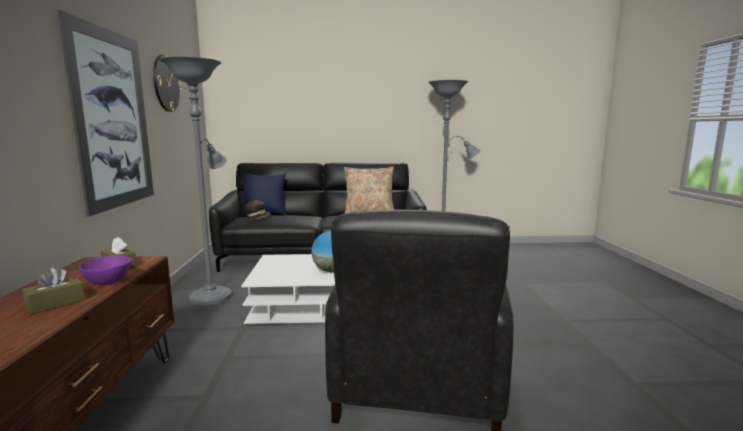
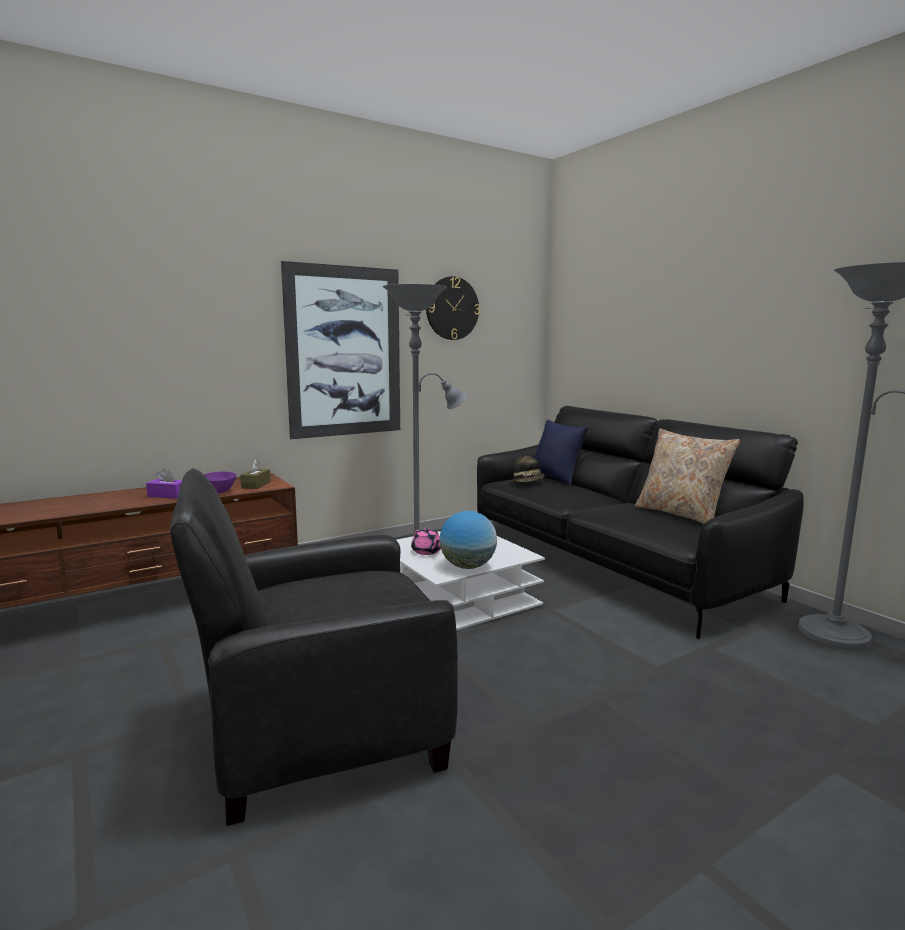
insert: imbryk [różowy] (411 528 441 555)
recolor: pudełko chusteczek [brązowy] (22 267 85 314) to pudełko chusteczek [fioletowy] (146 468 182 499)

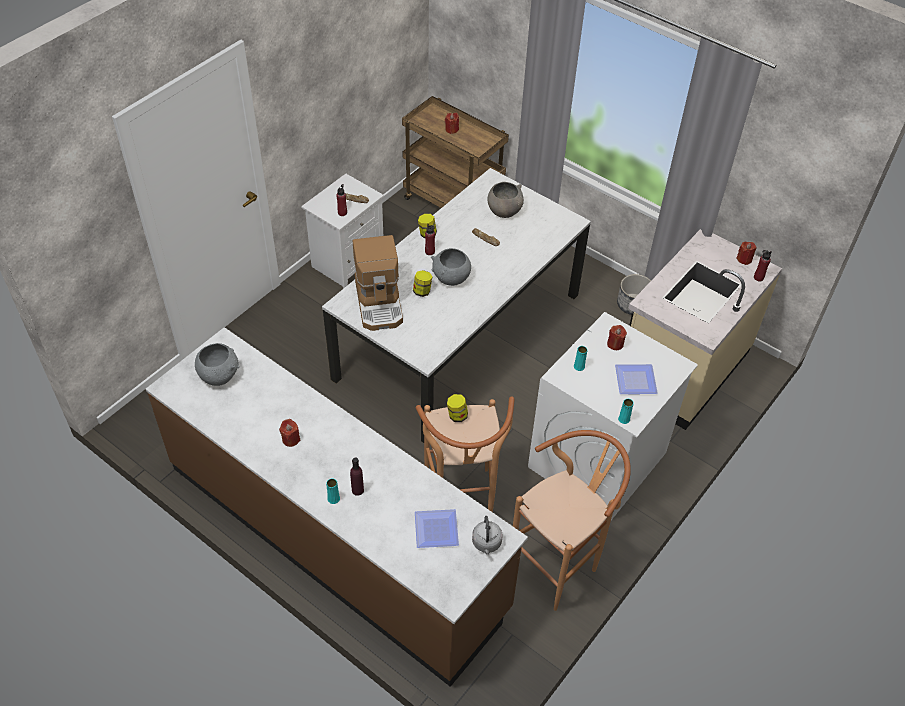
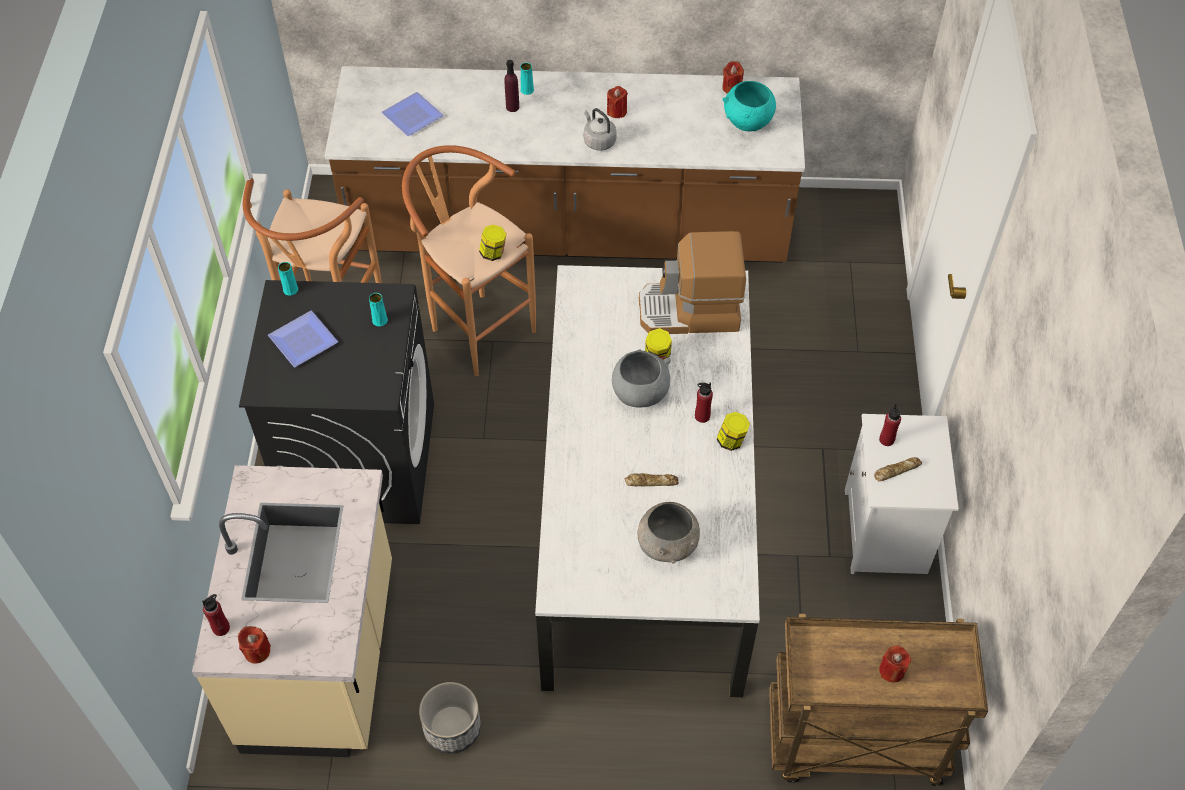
move: czajnik [szary] (472 516 503 554) to (584 108 617 151); świeca [czerwony] (607 325 627 350) to (722 61 744 94)
recolor: miska [szary] (195 343 239 386) to miska [turkusowy] (722 81 776 131); pralka [biały] (528 312 698 520) to pralka [czarny] (239 280 434 524)
rotate: ekspres do kawy (353 235 403 331) = (639 231 746 334) 45 degrees counterclockwise

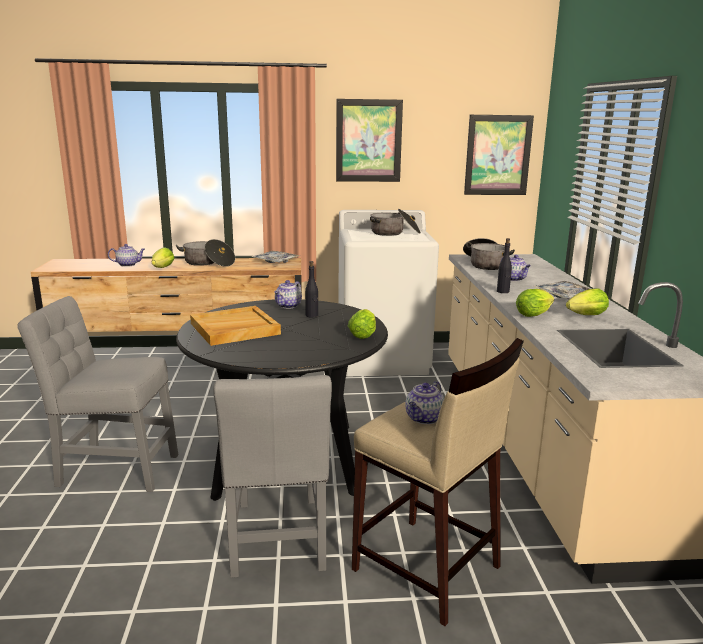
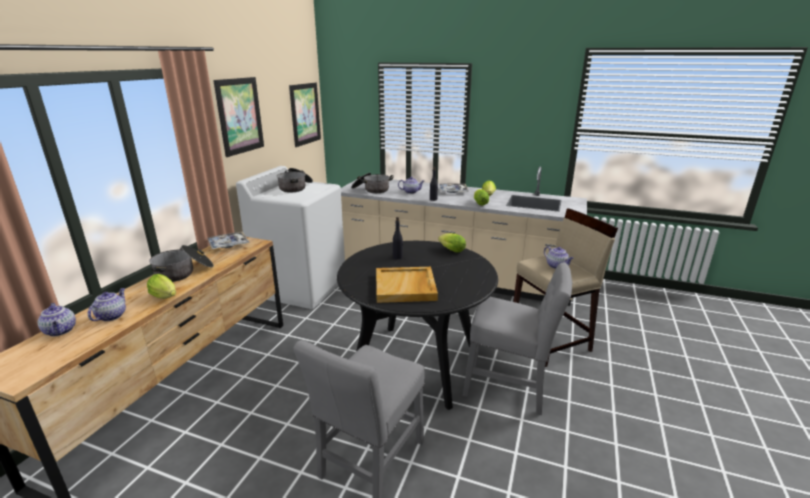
move: imbryk (274 280 302 308) to (38 303 76 336)

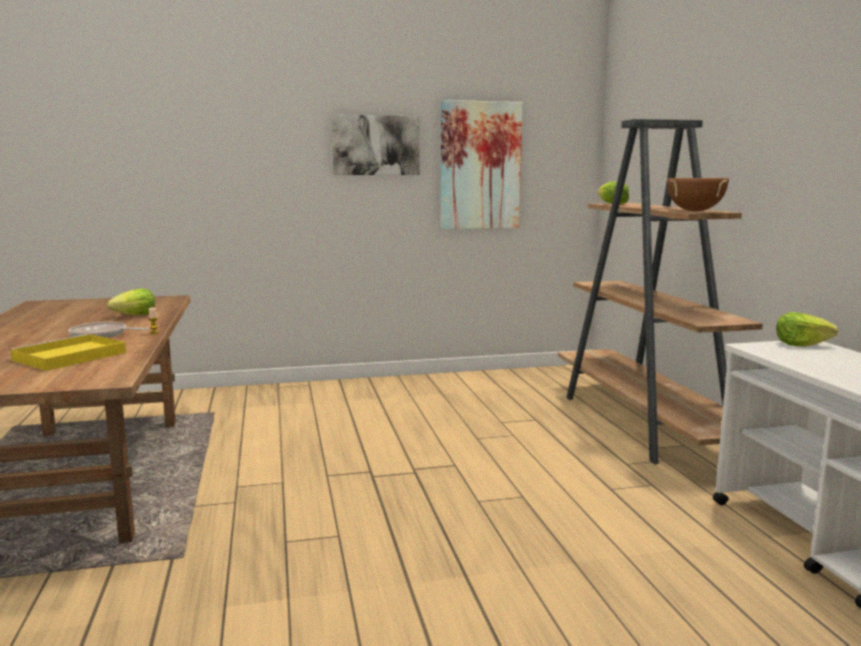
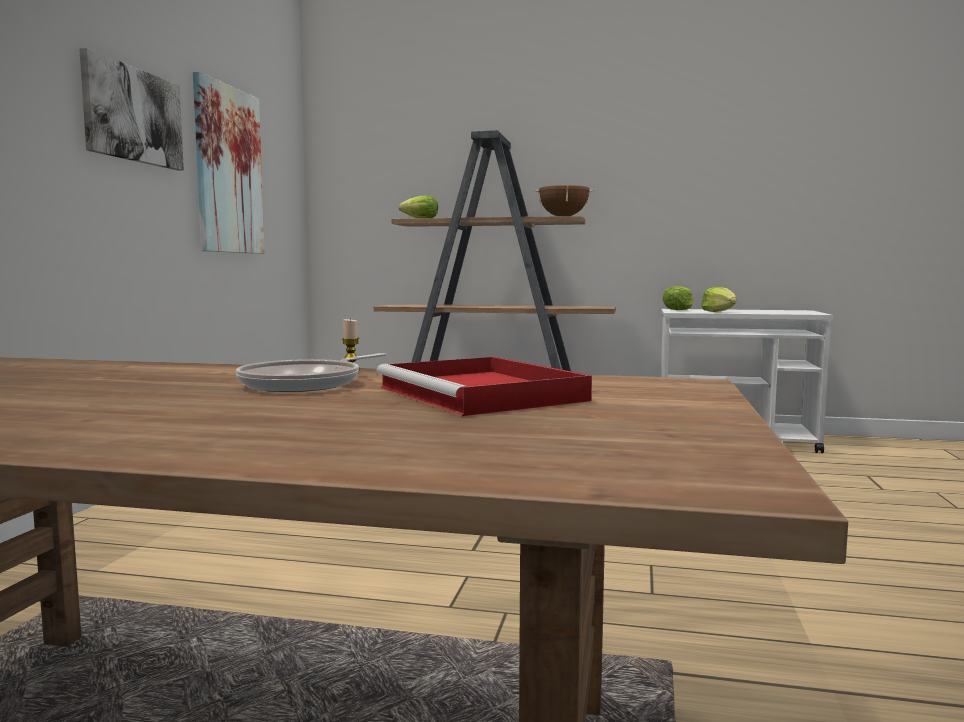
move: sałata (107 288 155 315) to (701 287 737 312)
recolor: taca [żółty] (9 334 126 371) to taca [czerwony] (376 357 592 416)

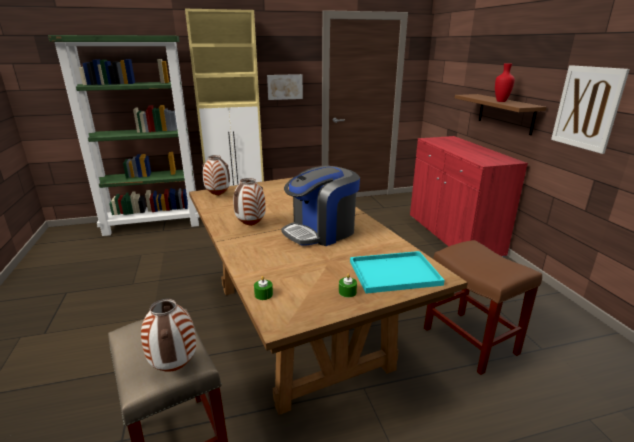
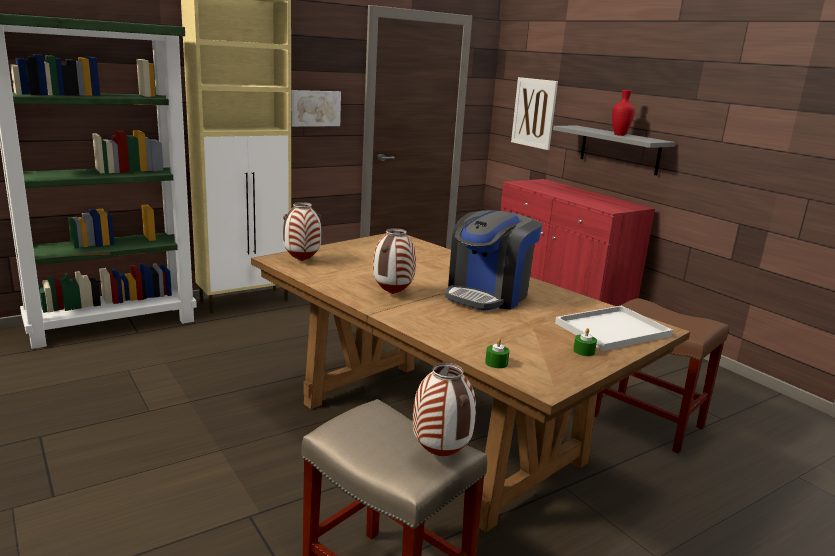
move: obraz (551 65 630 154) to (511 77 558 150)
recolor: taca [turkusowy] (350 251 445 294) to taca [biały] (555 306 673 351); półka [brązowy] (455 94 547 135) to półka [szary] (553 126 675 175)

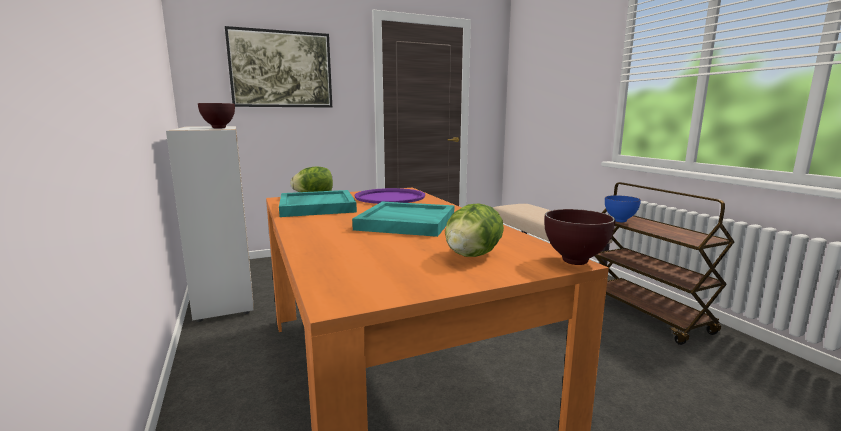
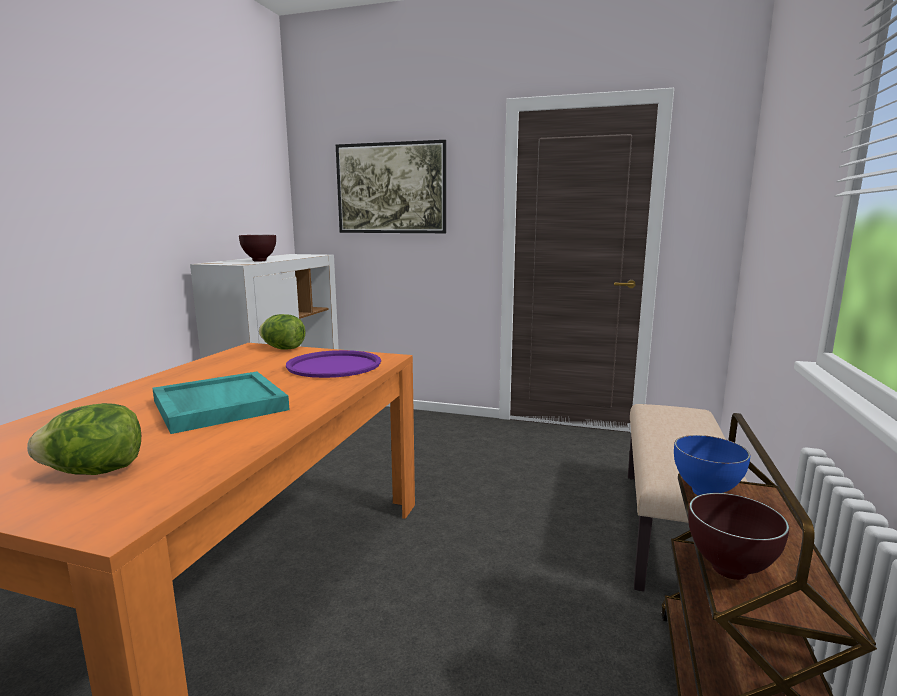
delete: taca [turkusowy] (279 190 357 217)
move: miska [brązowy] (544 209 615 265) to (688 493 789 580)

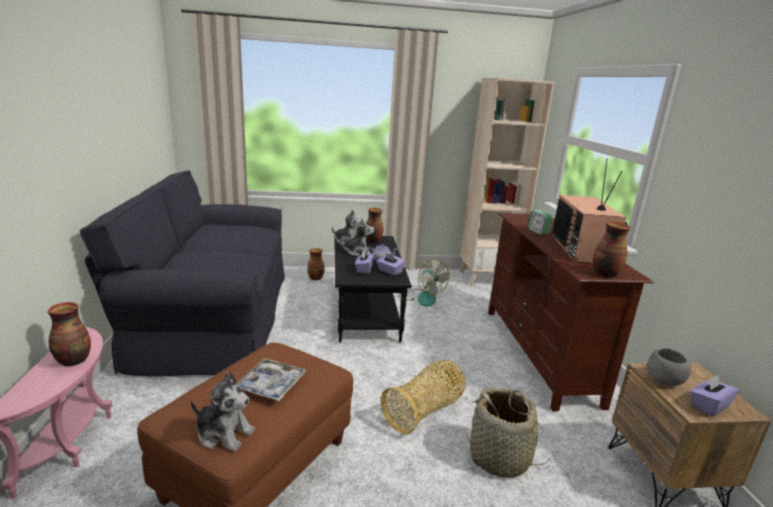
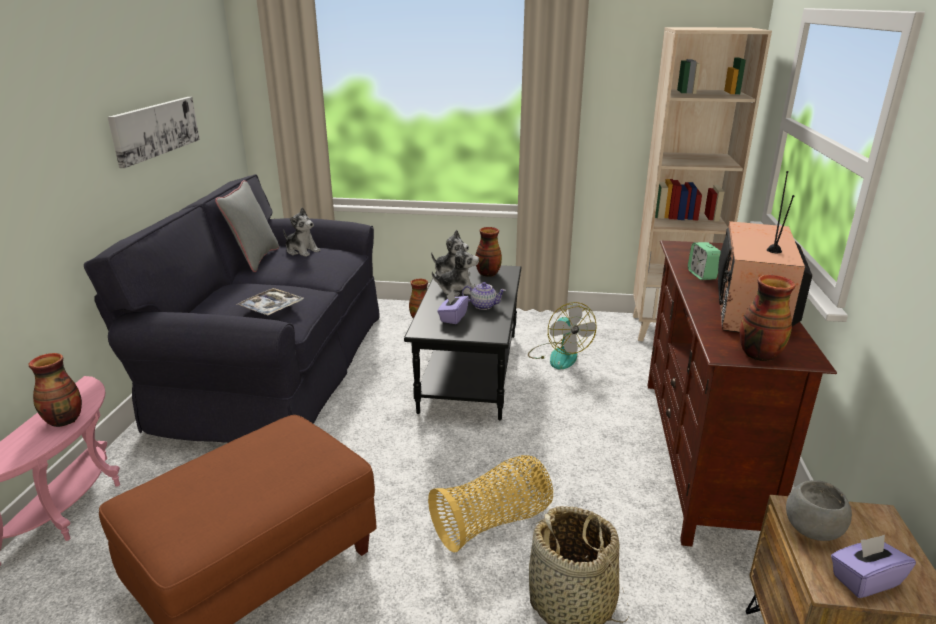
delete: pudełko chusteczek [fioletowy] (377 253 405 276)
insert: obraz (108 97 200 168); poduszka [szary] (215 180 279 272)
move: pluszak (190 372 255 451) to (283 207 320 257); taca (237 358 306 401) to (236 288 304 316)

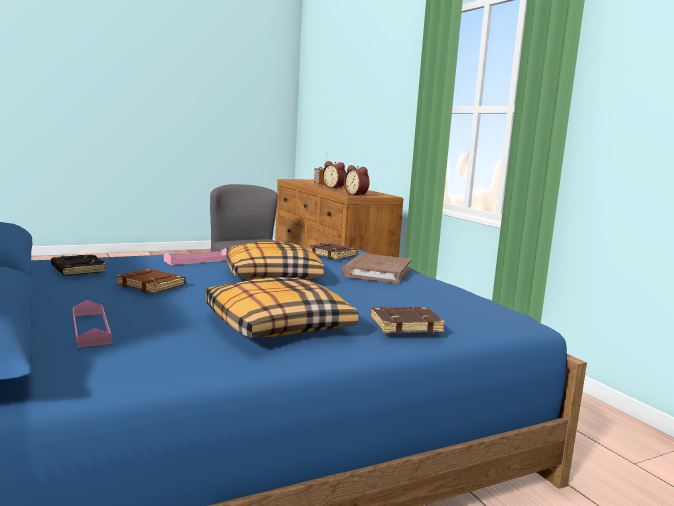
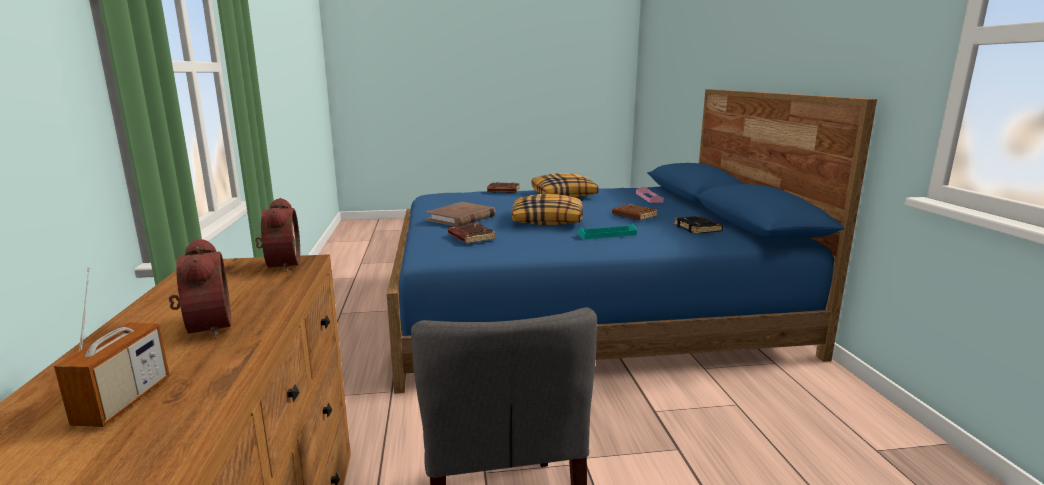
recolor: taca [różowy] (164 248 227 265) to taca [turkusowy] (578 224 637 240)

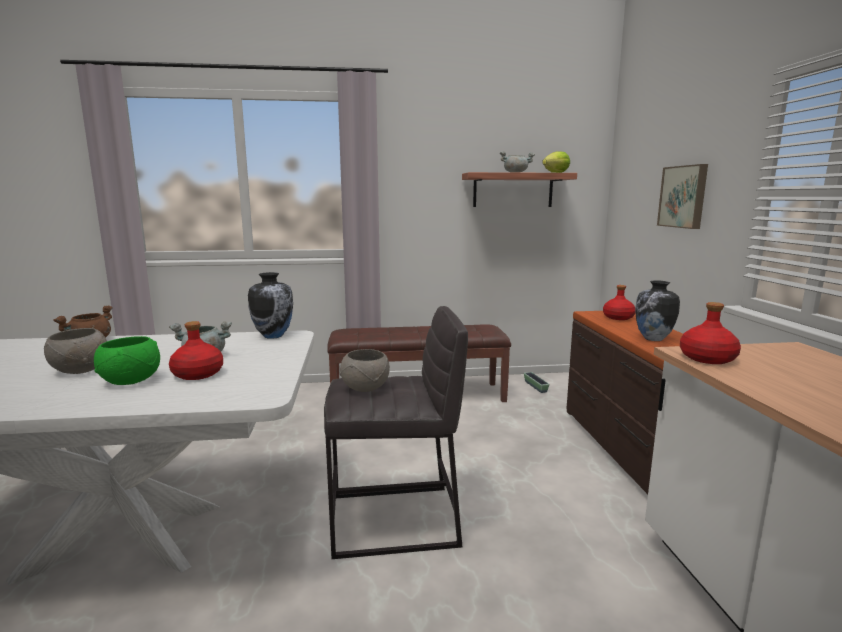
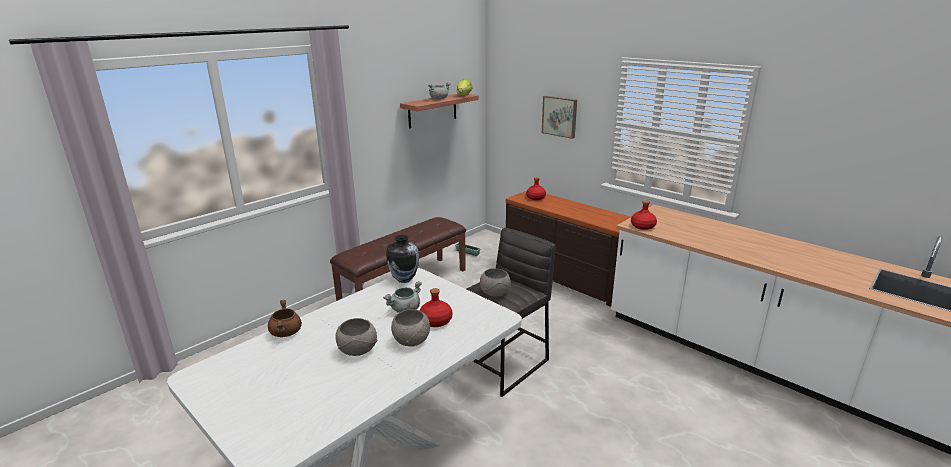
delete: wazon (635 280 680 341)
recolor: miska [zielony] (94 336 160 385) to miska [szary] (391 309 430 347)

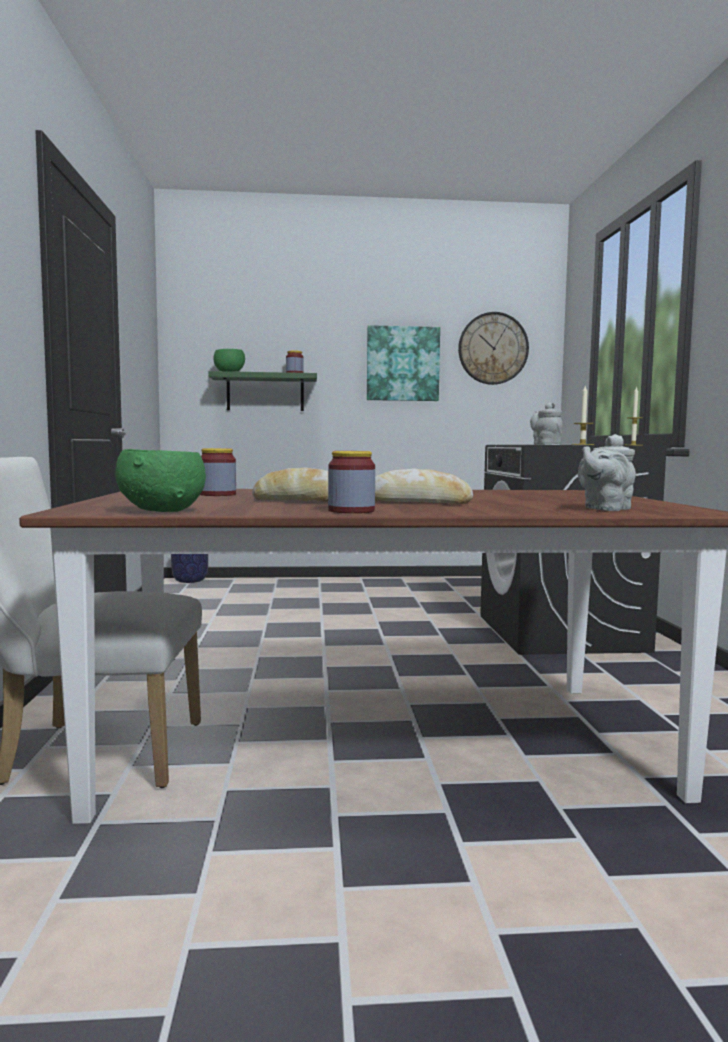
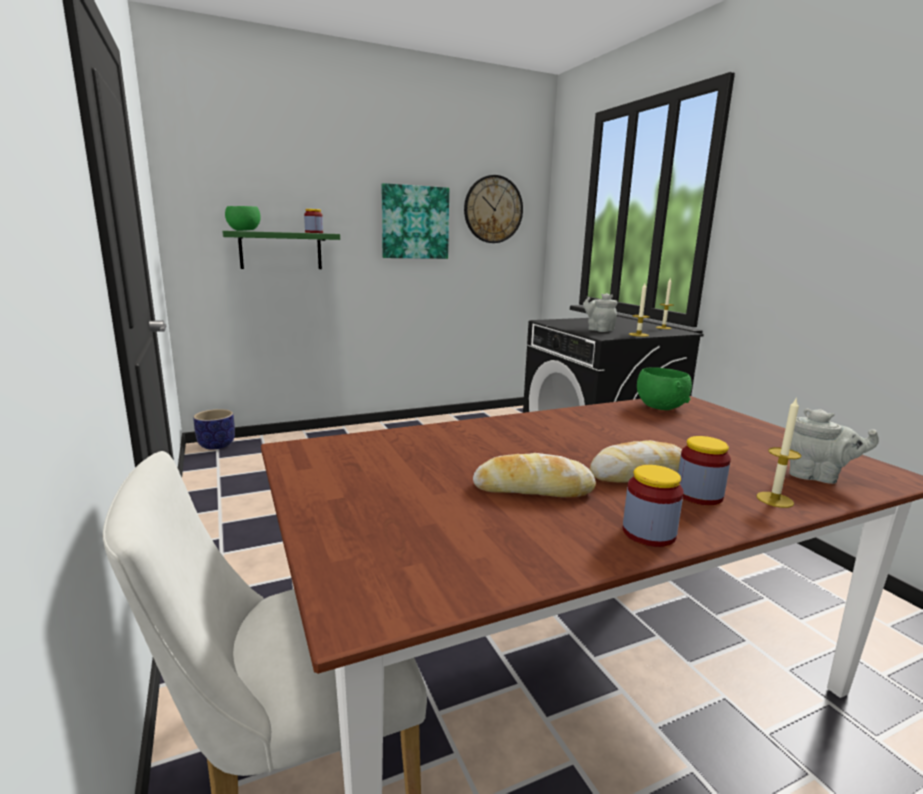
insert: świeca (756 397 802 508)
move: miska [zielony] (115 449 206 512) to (637 367 692 410); słoik (200 448 236 496) to (678 436 731 505)
rotate: imbryk [szary] (578 434 636 511) = (789 409 879 484) 90 degrees counterclockwise

